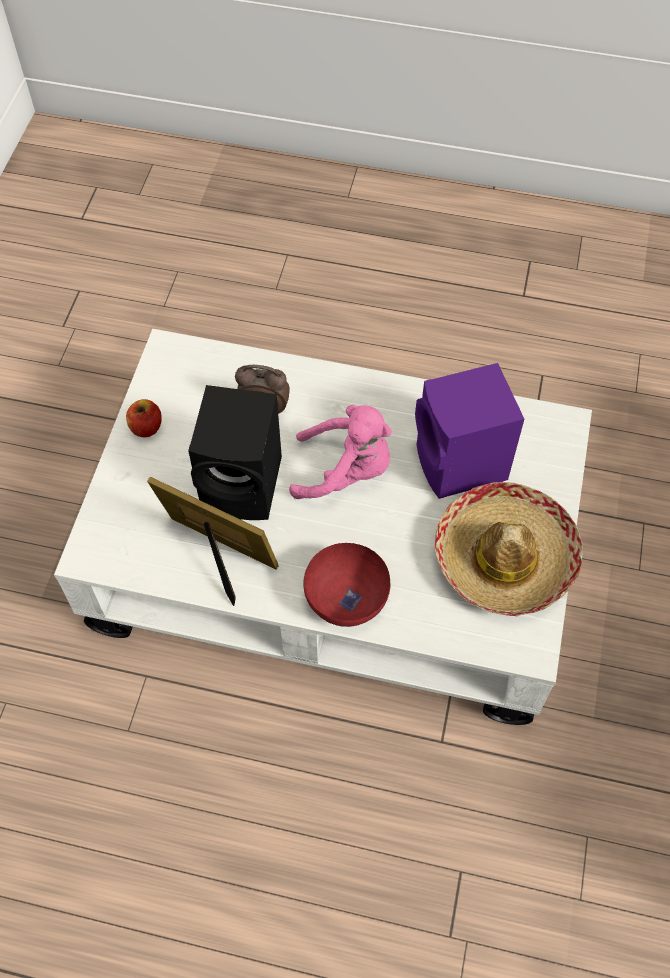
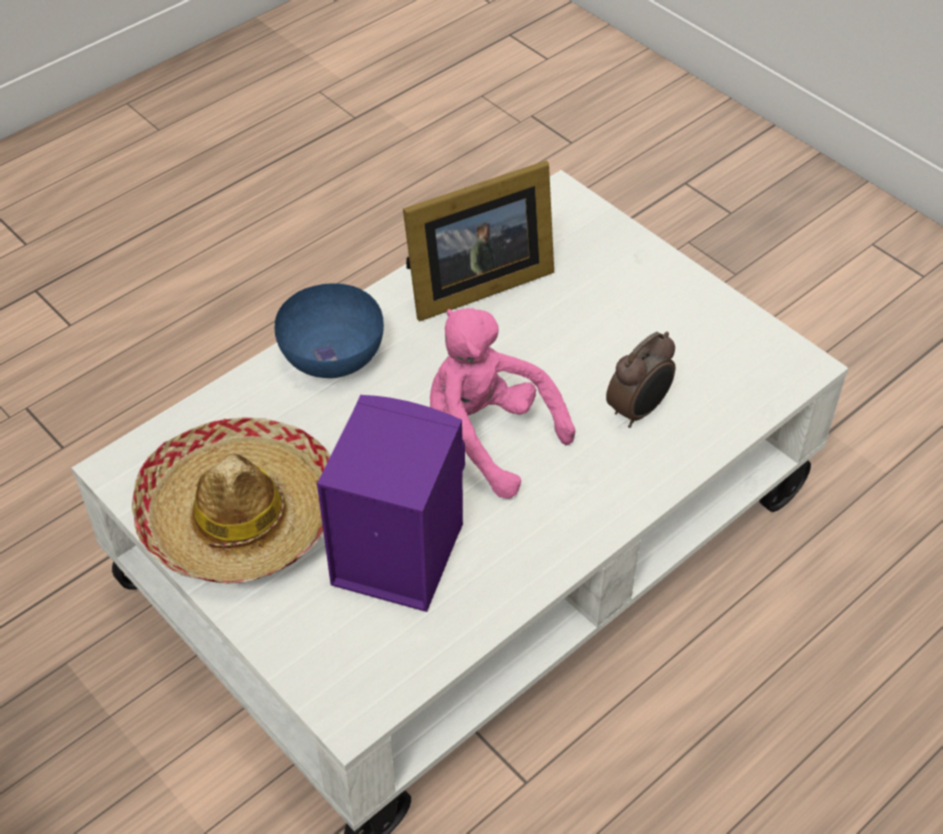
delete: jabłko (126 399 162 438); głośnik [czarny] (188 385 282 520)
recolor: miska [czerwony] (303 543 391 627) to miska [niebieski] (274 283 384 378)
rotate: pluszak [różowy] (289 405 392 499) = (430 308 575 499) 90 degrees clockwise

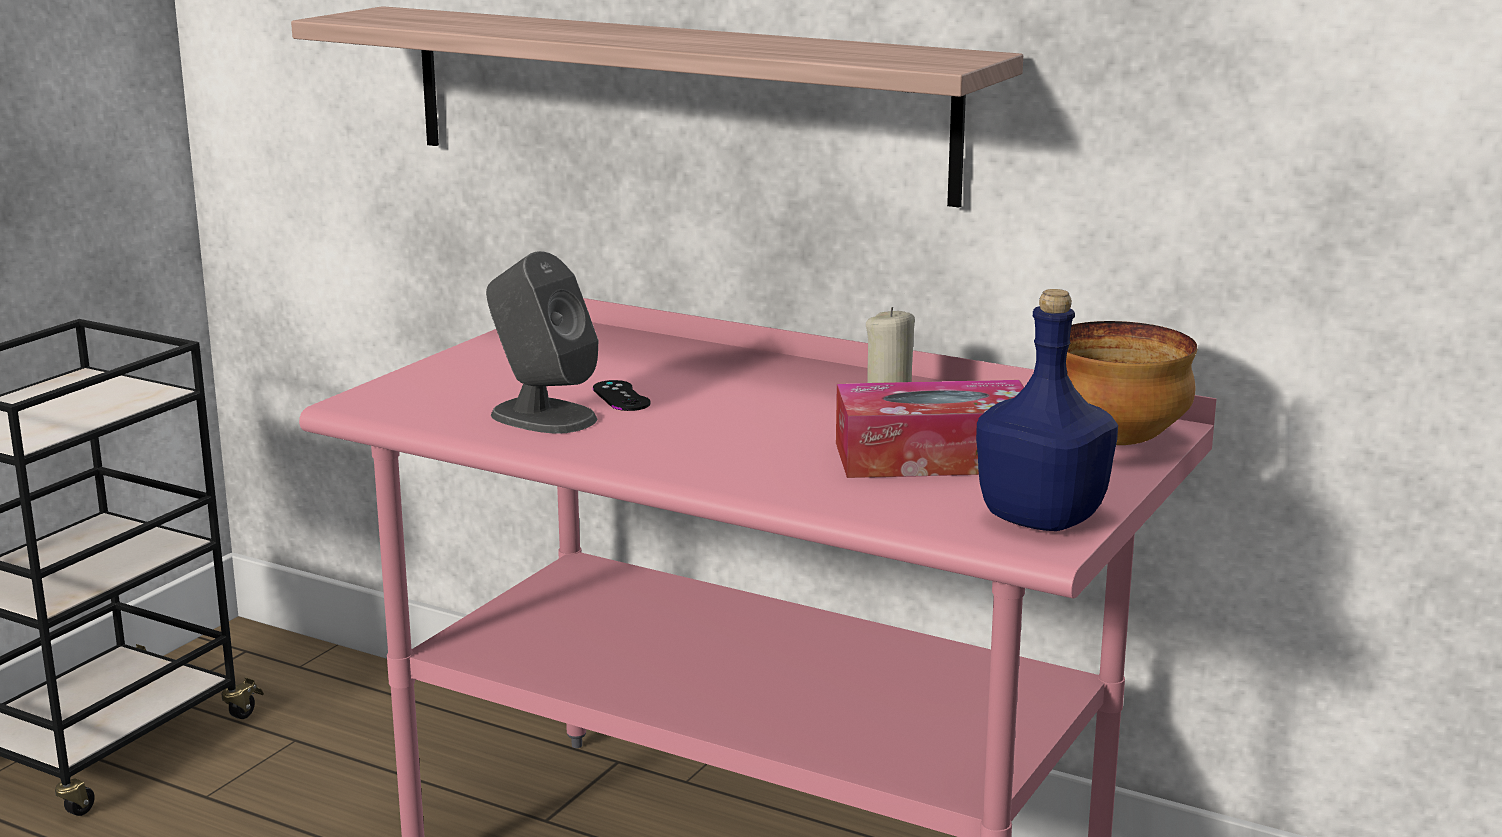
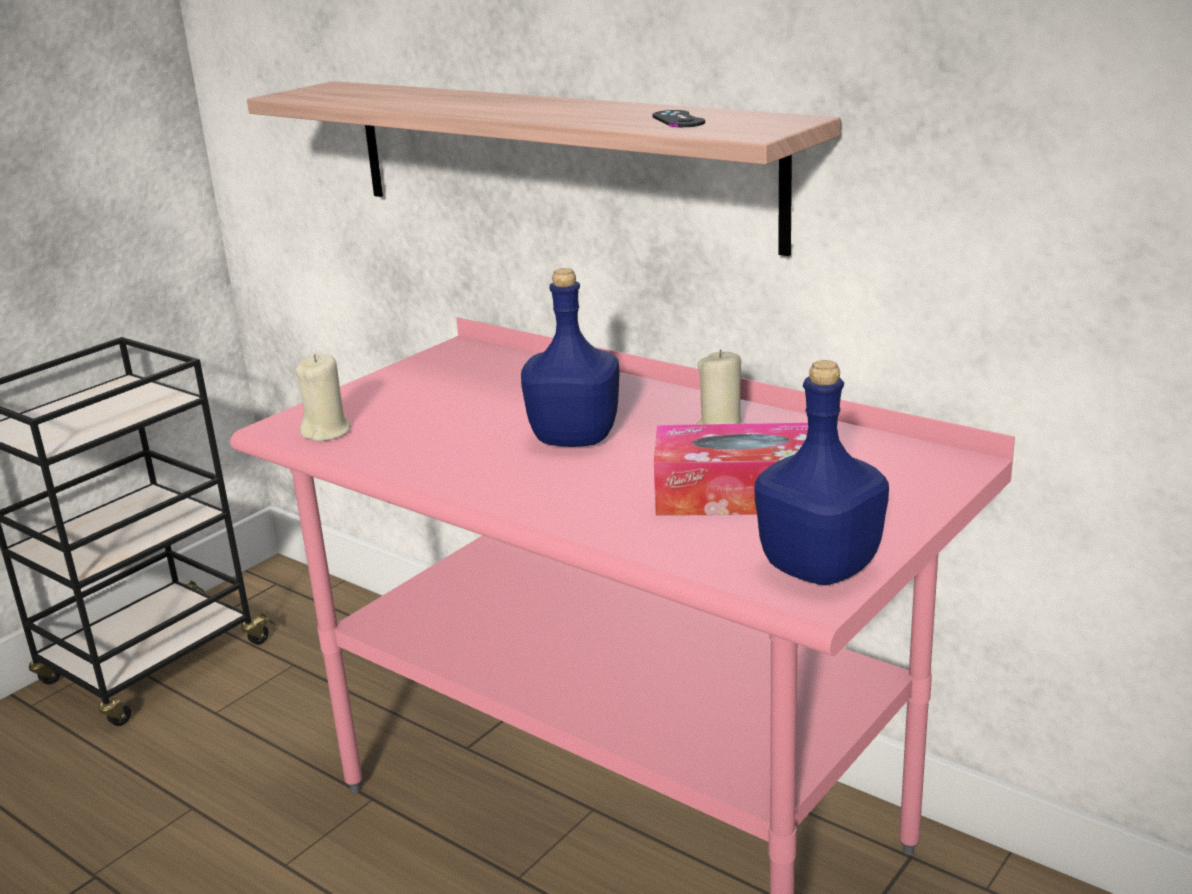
delete: głośnik [szary] (486 251 598 434); miska (1066 321 1197 445)
insert: świeca [beżowy] (296 354 351 441); butelka [niebieski] (521 268 620 447)
move: pad do gier [czarny] (593 380 651 411) to (652 110 705 127)

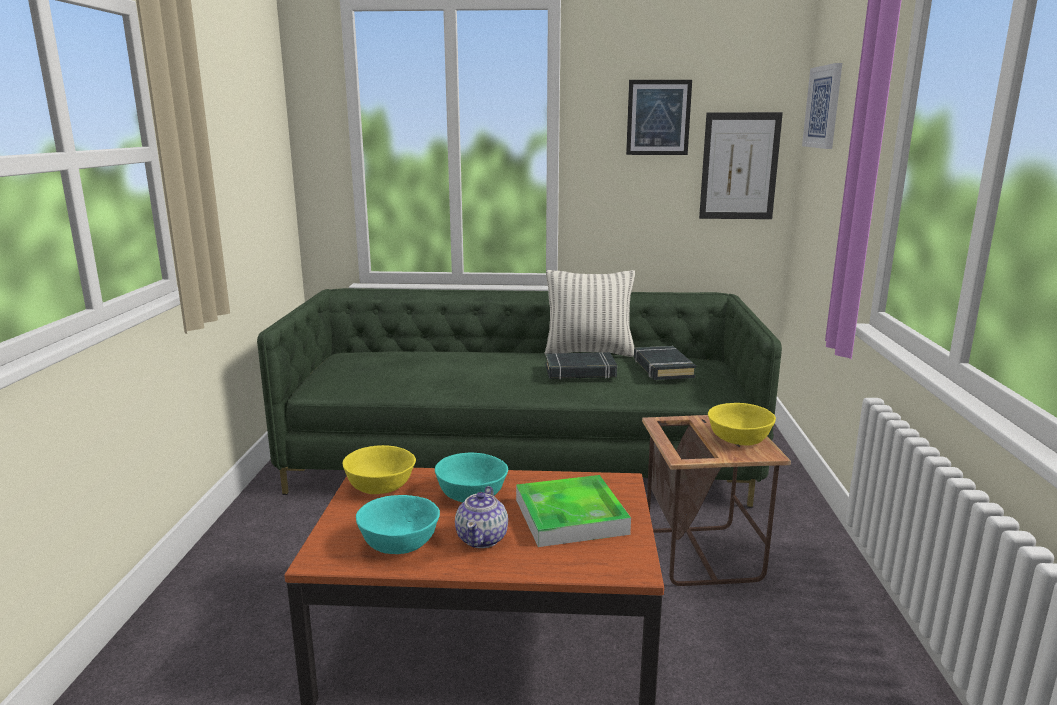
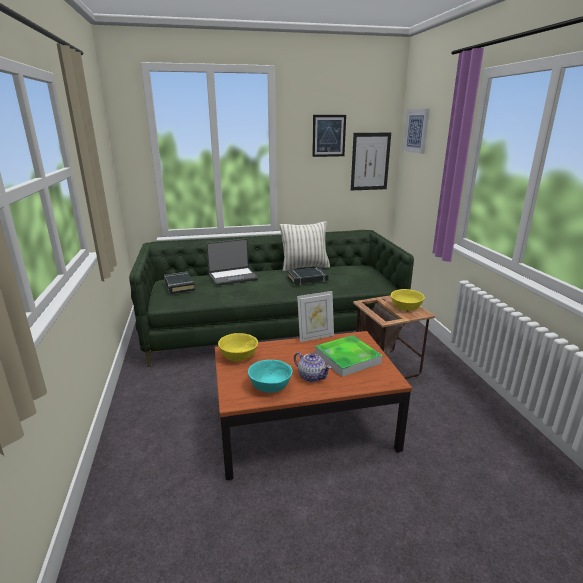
delete: miska [turkusowy] (435 453 508 502)
insert: laptop (206 239 258 286); ramka na zdjęcie (297 291 334 342)
move: książka [czarny] (634 346 696 380) to (164 272 195 294)
rotate: imbryk (455 486 508 548) = (294 352 332 382) 45 degrees counterclockwise

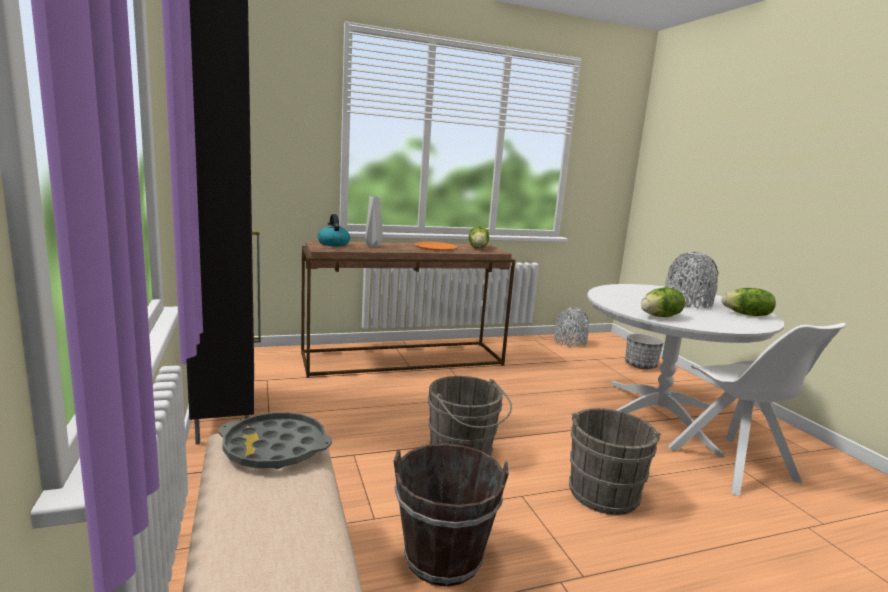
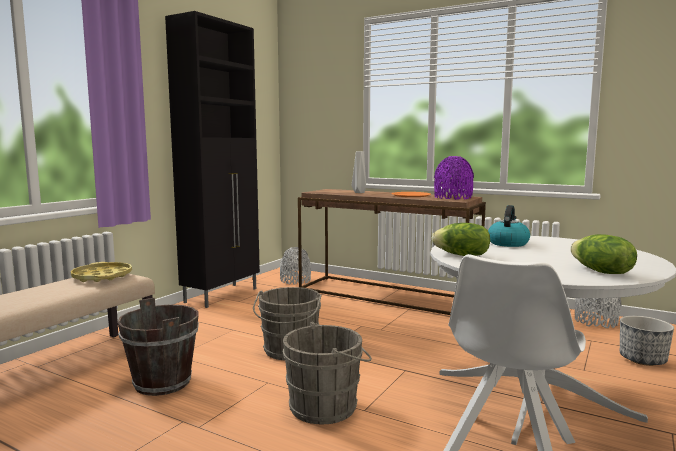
move: czajnik (318 214 350 246) to (488 205 530 247); wazon [szary] (665 251 719 308) to (280 247 311 285)
replace: sałata (469 226 489 248) to wazon [fioletowy] (434 156 474 200)
recolor: taca [szary] (219 412 332 469) to taca [żółty] (71 262 132 282)

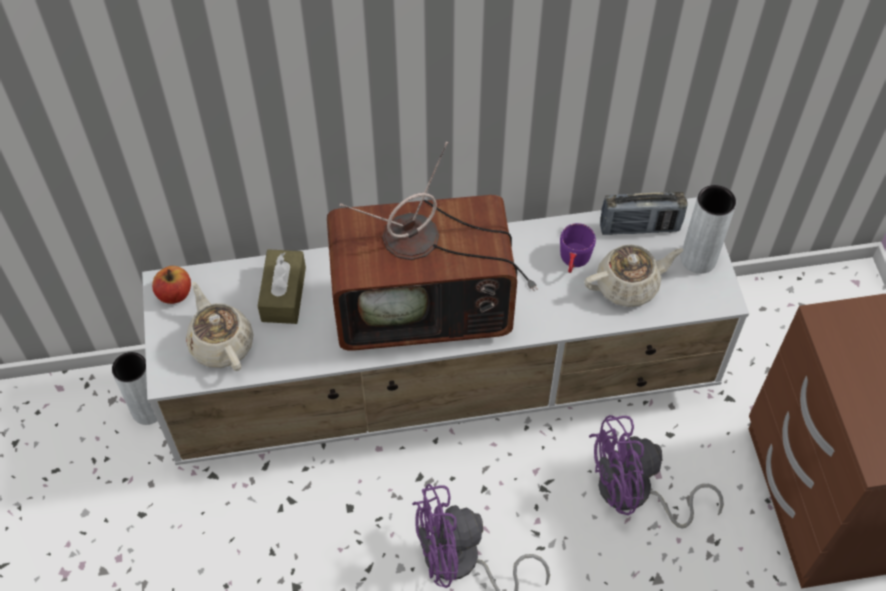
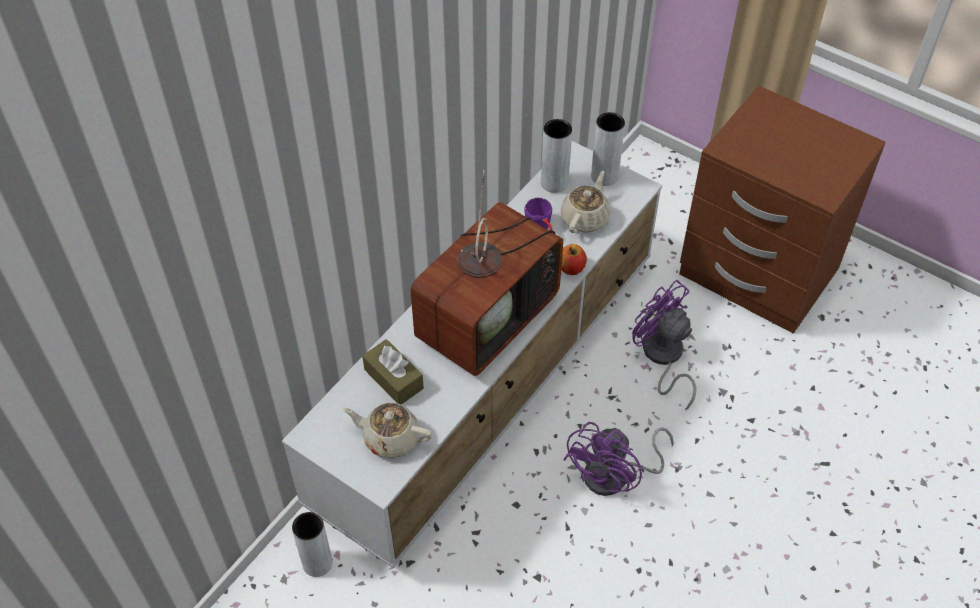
move: jabłko (152 266 191 304) to (561 244 587 275)
replace: radio (600 191 688 235) to wazon [szary] (541 119 572 193)
rotate: wentylator [fioletowy] (589 415 724 529) = (632 280 696 410) 105 degrees clockwise

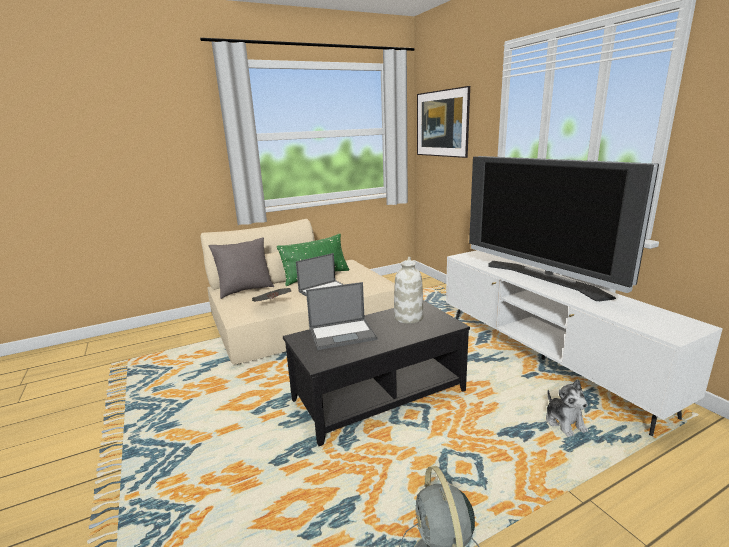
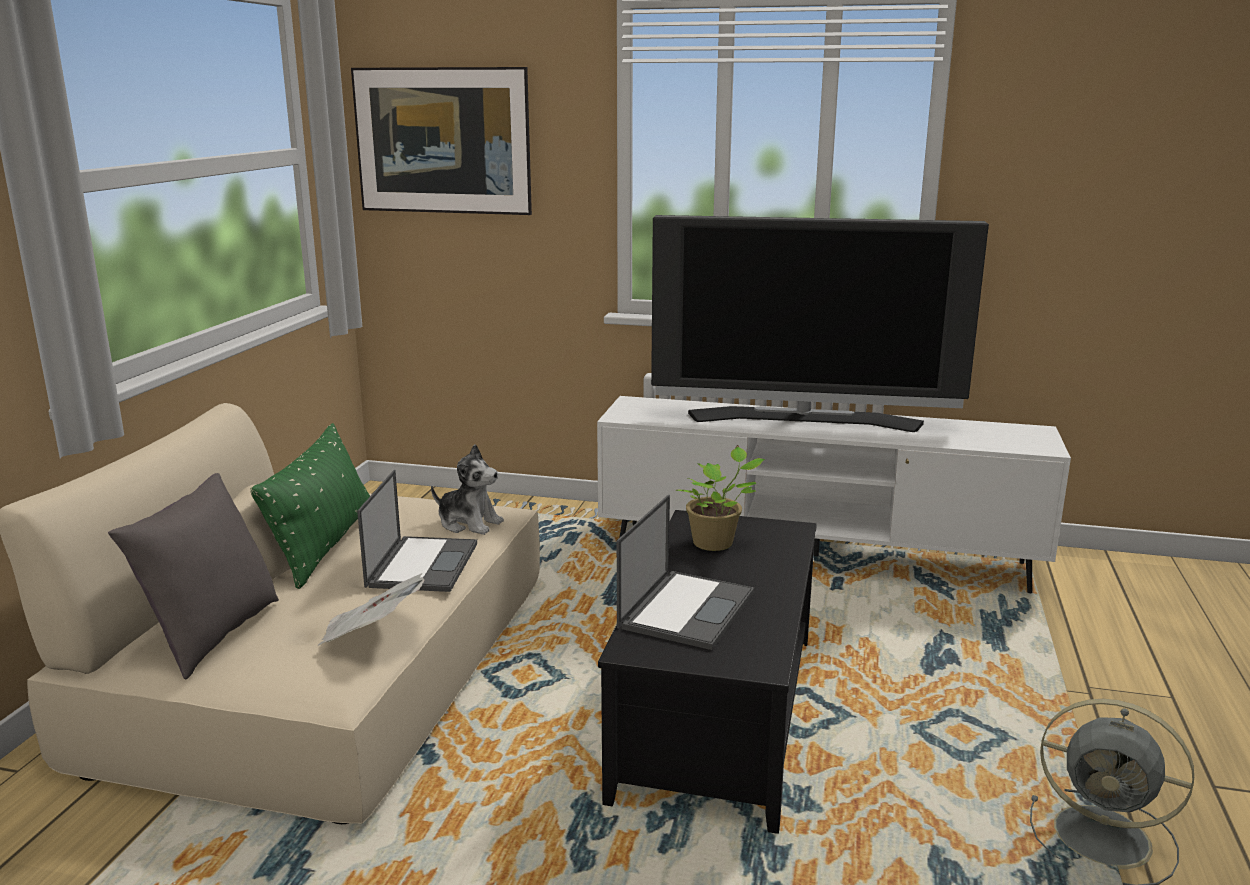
move: pluszak (546 379 588 437) to (431 444 504 535)
replace: wazon [biały] (394 257 423 324) to roślina doniczkowa (675 447 765 551)

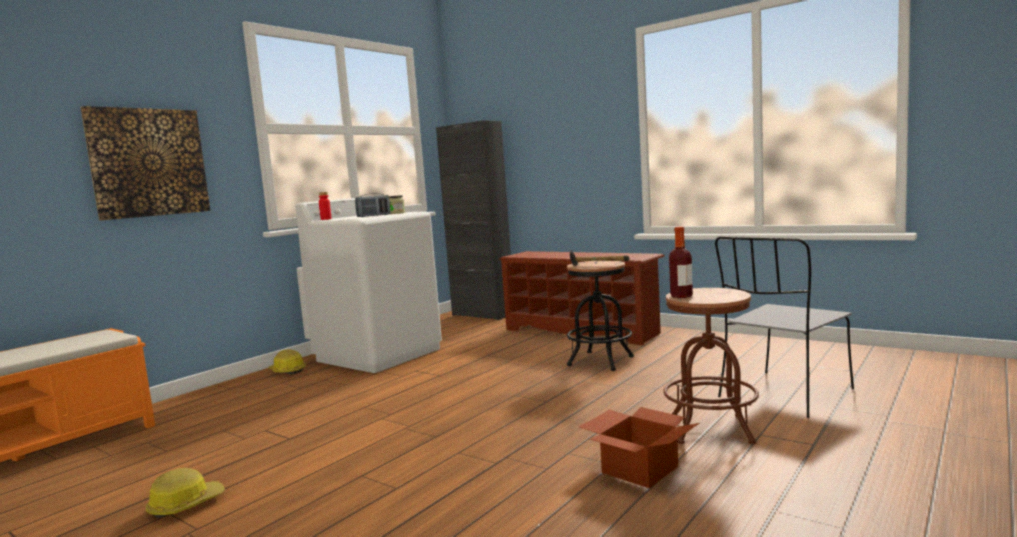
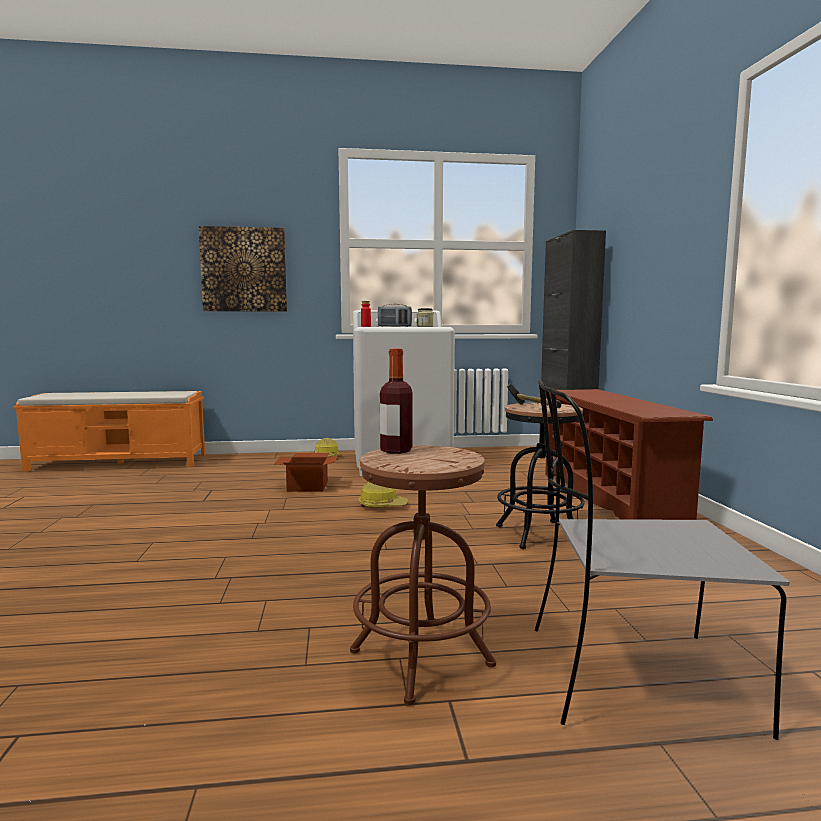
move: kask (146 468 225 518) to (358 482 408 507); karton (579 407 699 488) to (274 453 338 492)

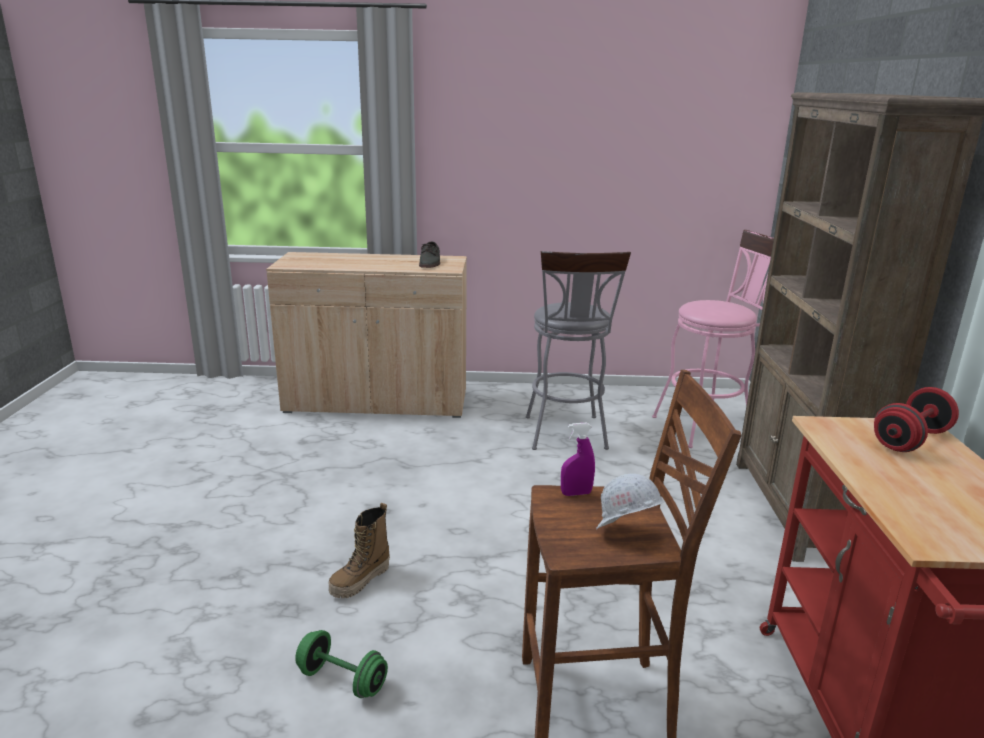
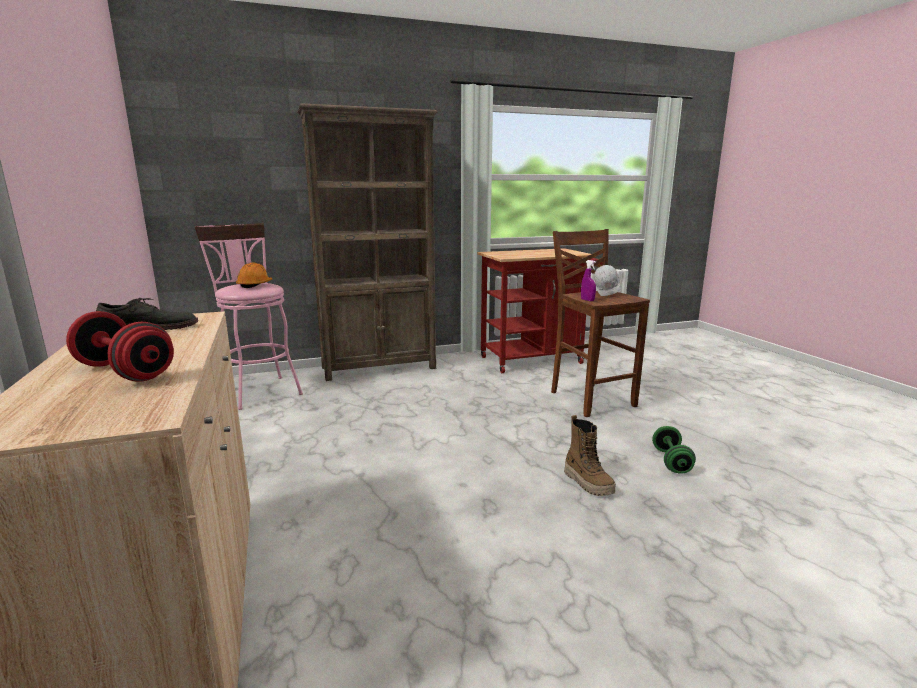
delete: stołek [szary] (526 251 631 450)
insert: kask [pomarańczowy] (236 262 272 288)
move: hantel [czerwony] (874 387 959 452) to (66 311 174 382)
rotate: but z cholewką (328 503 390 598) = (564 415 616 496) 45 degrees clockwise

